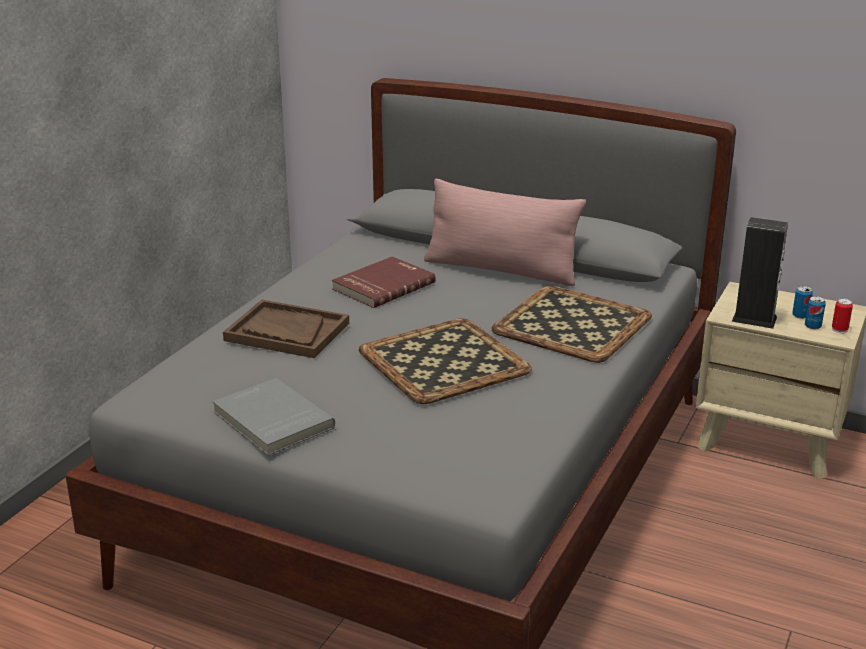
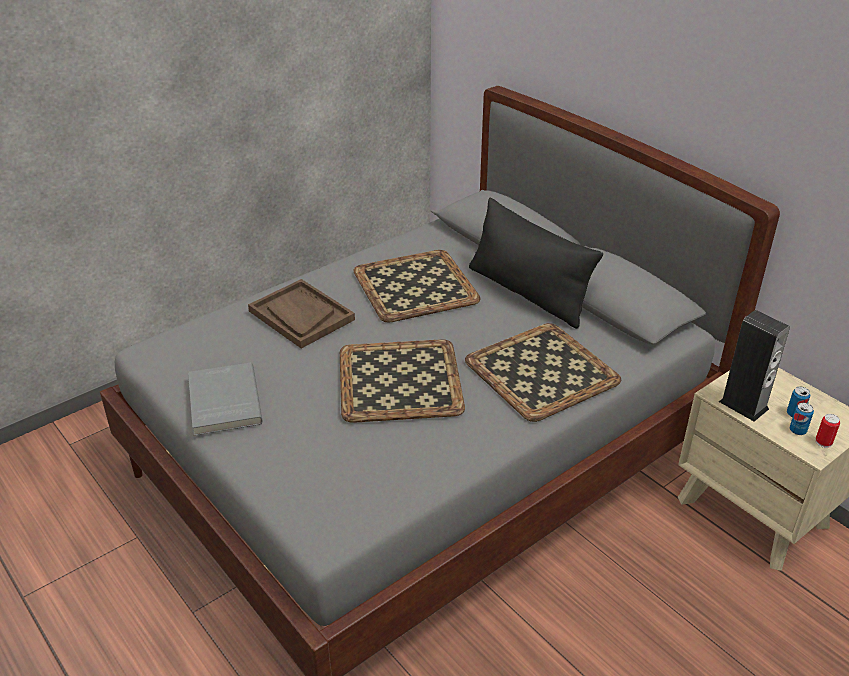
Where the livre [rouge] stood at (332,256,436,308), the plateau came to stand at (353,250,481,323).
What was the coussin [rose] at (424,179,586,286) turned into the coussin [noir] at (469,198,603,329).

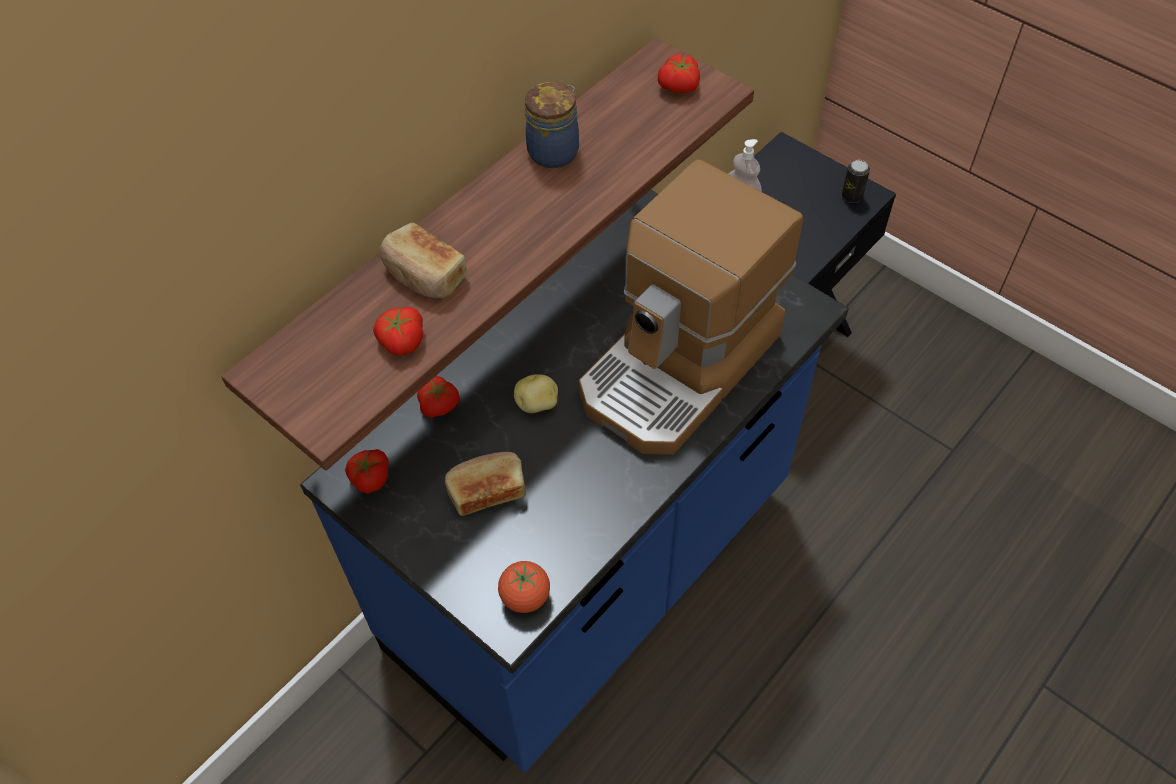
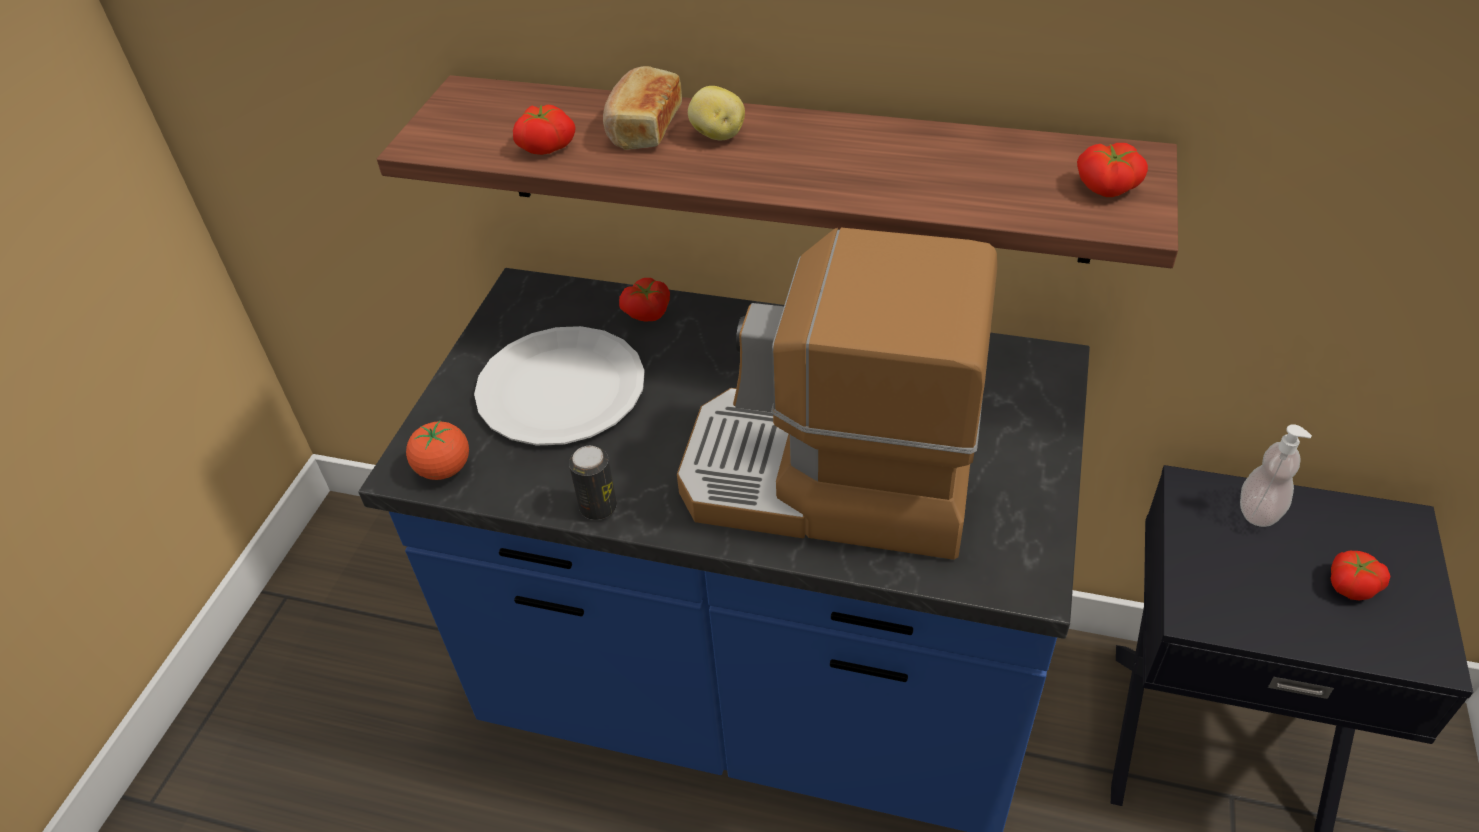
The tomate ended up elsewhere, having gone from (345,449,389,494) to (1331,551,1390,600).
Where the pain stood at (445,452,526,516), the assiette [blanc] came to stand at (474,326,645,445).
The pomme de terre ended up elsewhere, having gone from (514,374,558,413) to (688,86,745,140).
The second view lost the bocal at (525,82,579,168).
The boîte métallique ended up elsewhere, having gone from (842,160,870,203) to (569,446,617,520).

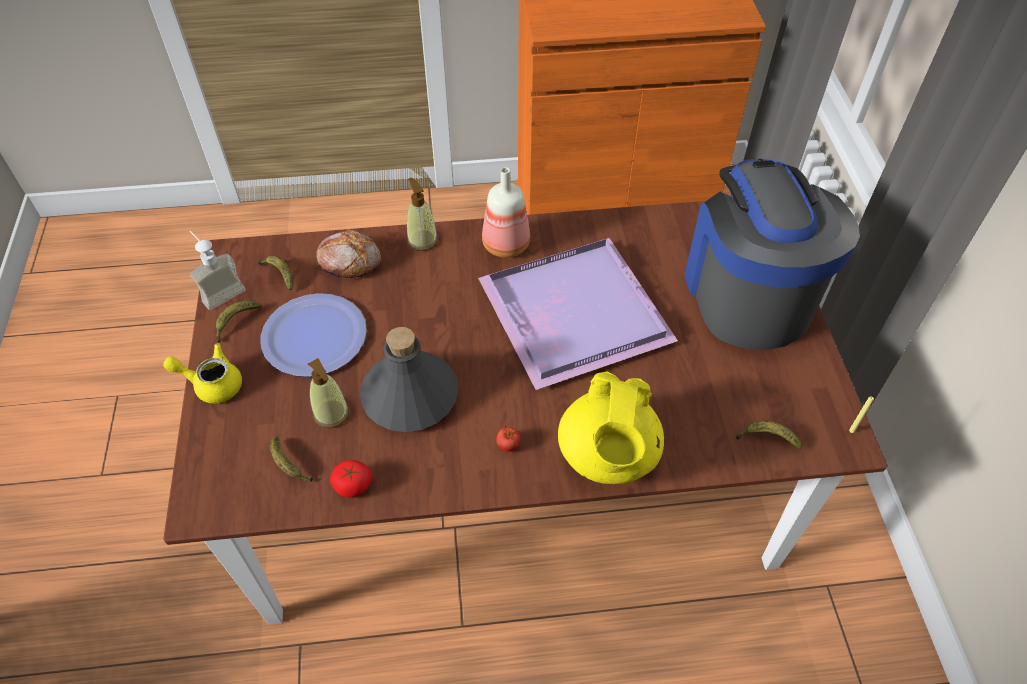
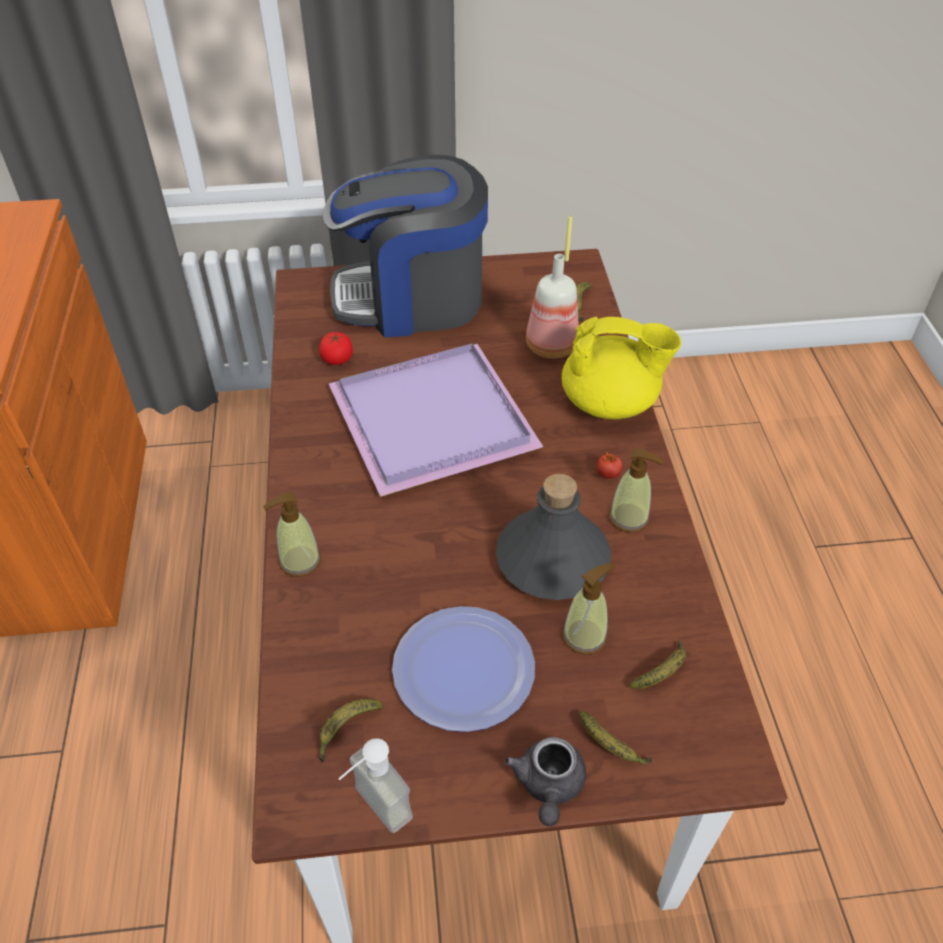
What was the théière [jaune] at (163,343,242,404) turned into the théière [gris] at (504,737,586,826).
The banane ended up elsewhere, having gone from (216,300,262,342) to (580,711,651,765).
The second view lost the pain at (316,230,381,278).
The tomate ended up elsewhere, having gone from (330,460,372,498) to (319,332,353,365).
The bouteille ended up elsewhere, having gone from (482,167,530,258) to (526,254,579,359).
The second view gained the distributeur de savon at (609,448,664,533).

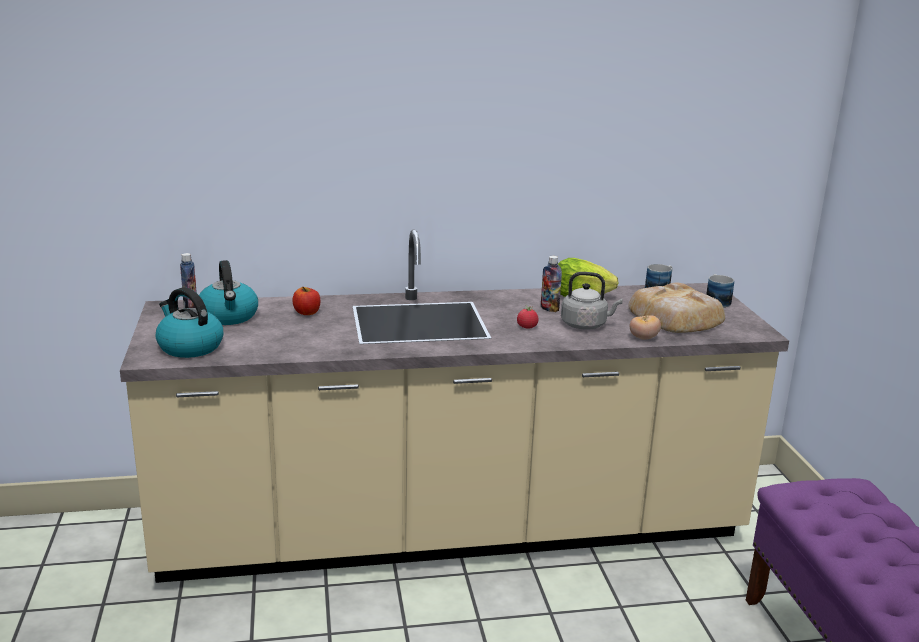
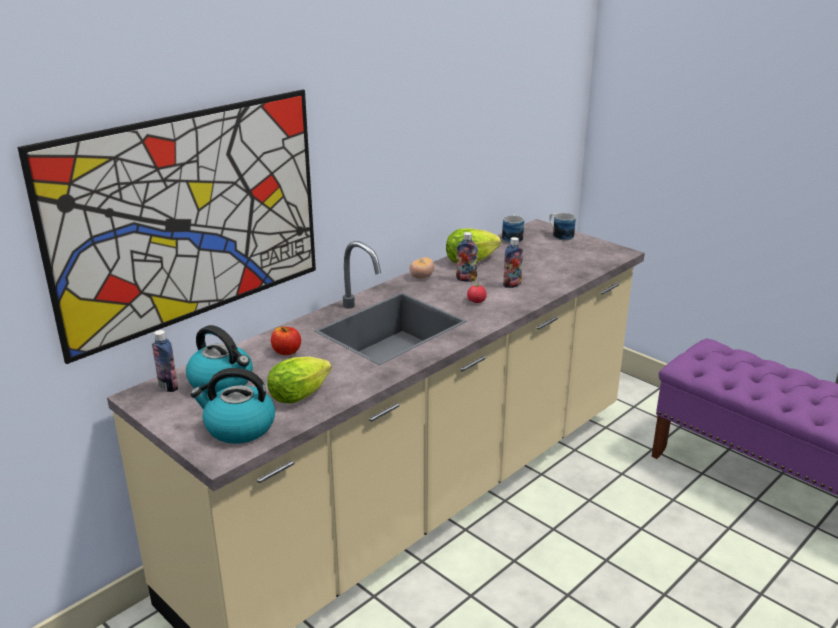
Where the bouilloire [gris] stood at (561,272,623,329), the bouteille came to stand at (503,237,523,288).
The second view lost the pain at (628,283,725,333).
The tomate ended up elsewhere, having gone from (630,315,661,340) to (410,257,434,279).
The second view gained the tableau at (17,90,316,364).
The second view gained the laitue at (267,357,332,403).

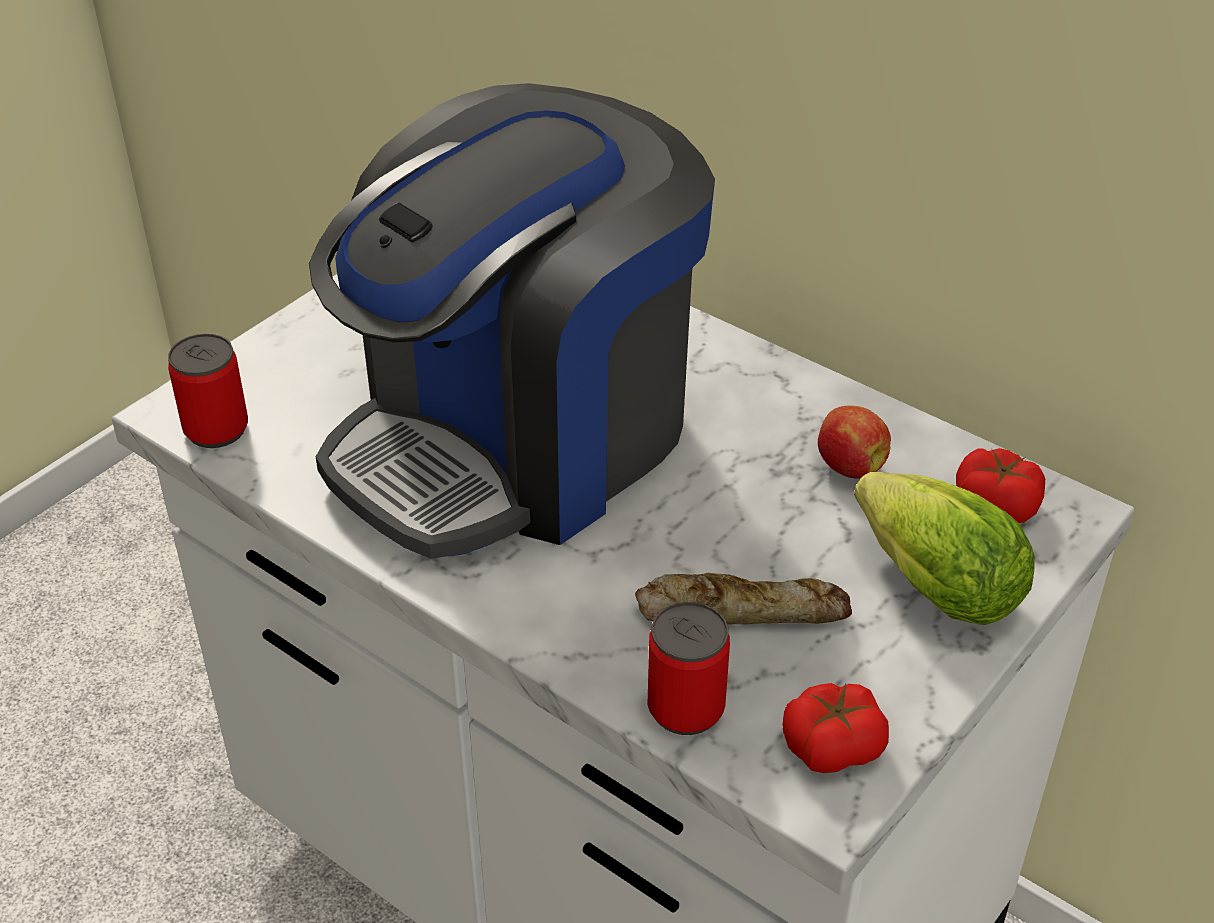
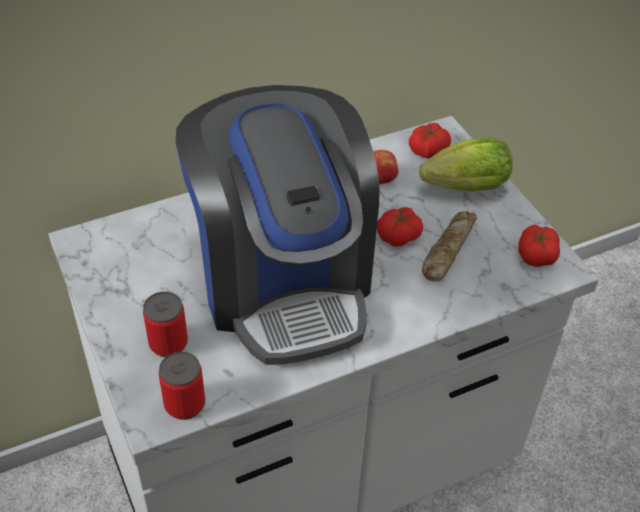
The boîte métallique ended up elsewhere, having gone from (648,602,730,735) to (143,292,188,357).
The second view gained the tomate at (377,207,423,247).

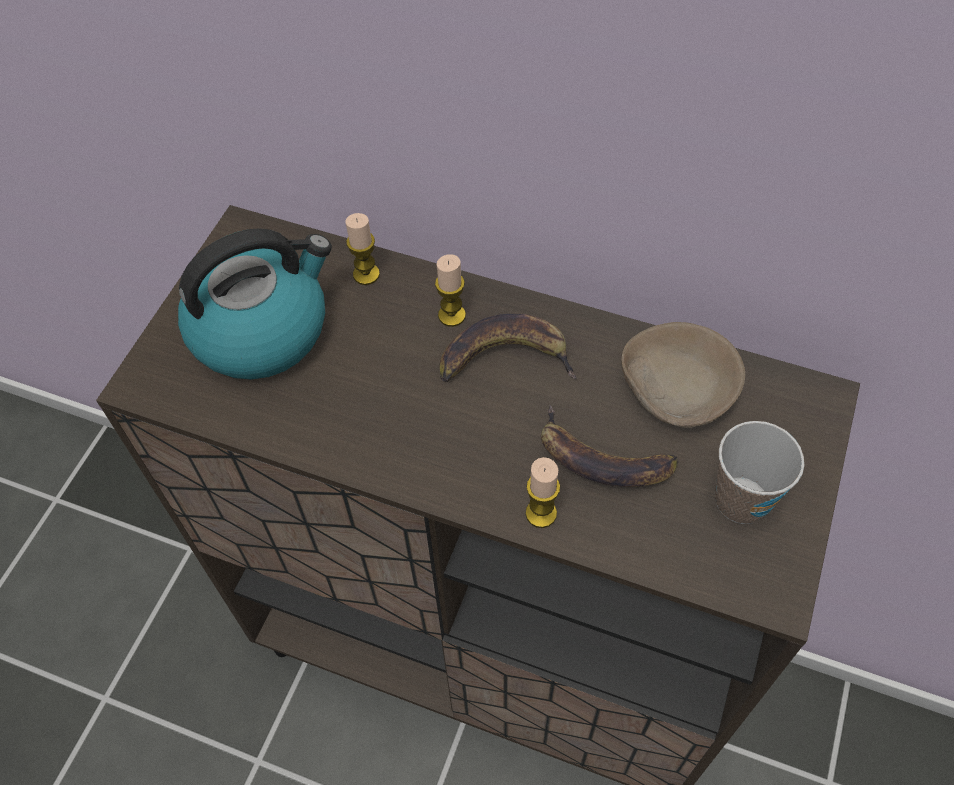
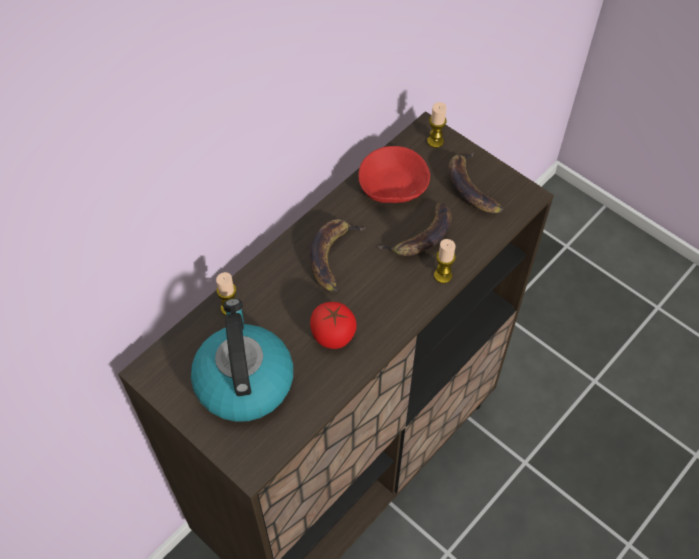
The bougie ended up elsewhere, having gone from (435,254,466,327) to (427,102,447,148).
What was the bol [beige] at (621,322,745,428) turned into the bol [rouge] at (358,146,430,203).
Where the tasse stood at (715,421,805,524), the banane came to stand at (448,152,503,213).
The second view gained the tomate at (310,302,357,349).

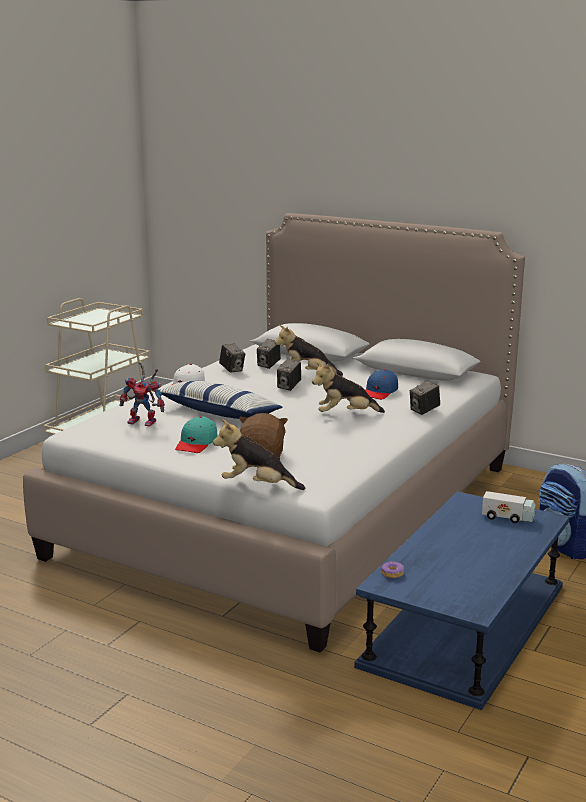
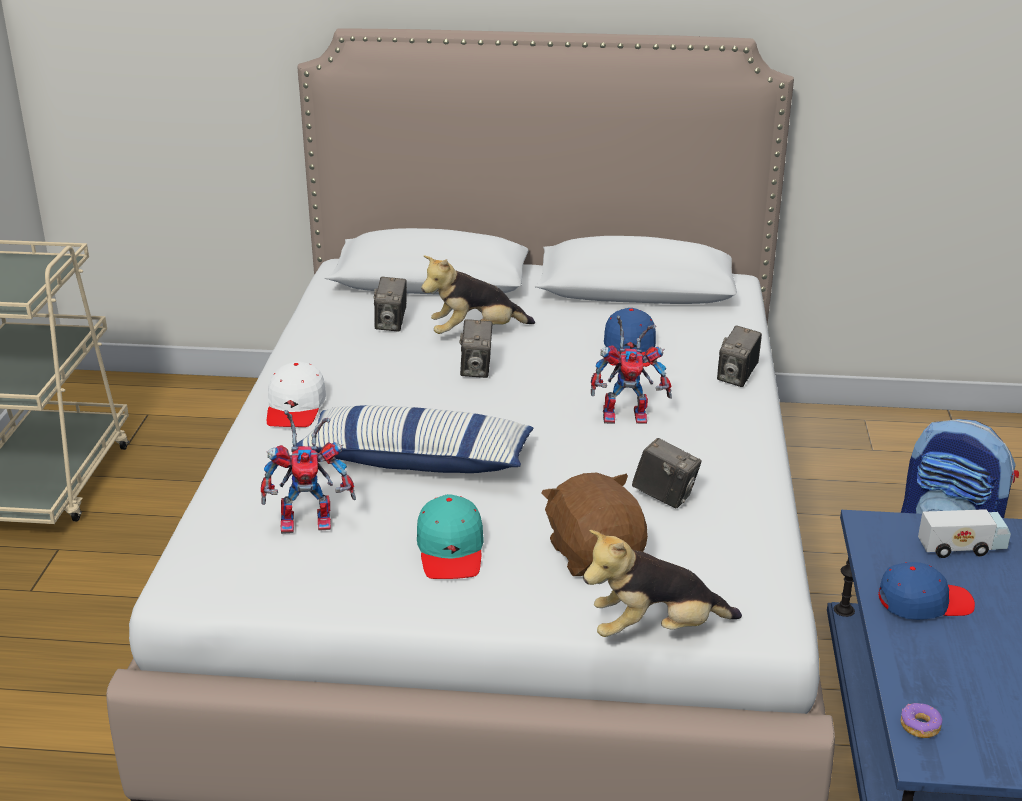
The appareil photo ended up elsewhere, having gone from (219,344,245,373) to (632,438,702,508).
Where the peluche stood at (312,362,385,413), the robot jouet came to stand at (591,315,672,424).
The second view gained the casquette [bleu] at (878,562,975,620).

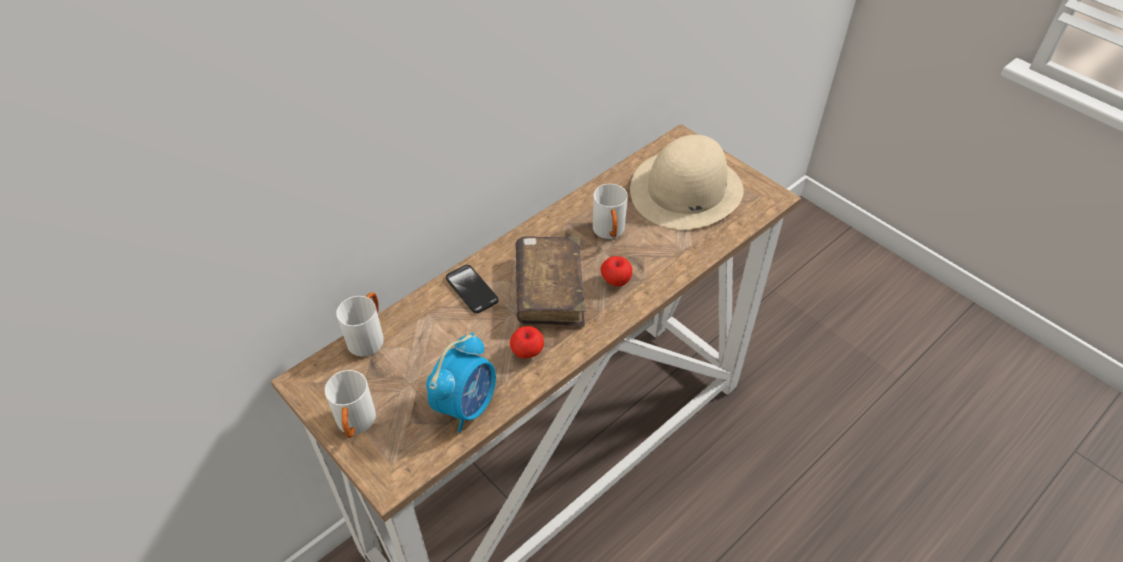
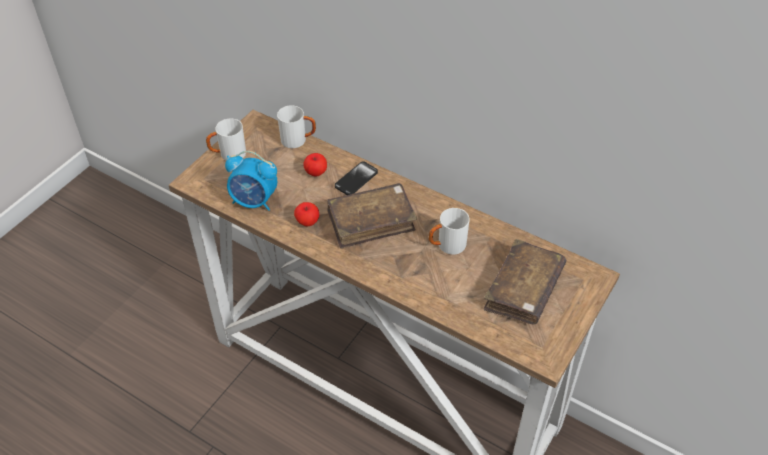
The pomme ended up elsewhere, having gone from (601,256,632,287) to (303,153,327,177).
Where the chapeau [beige] stood at (630,135,744,229), the livre [marron] came to stand at (484,239,567,325).

